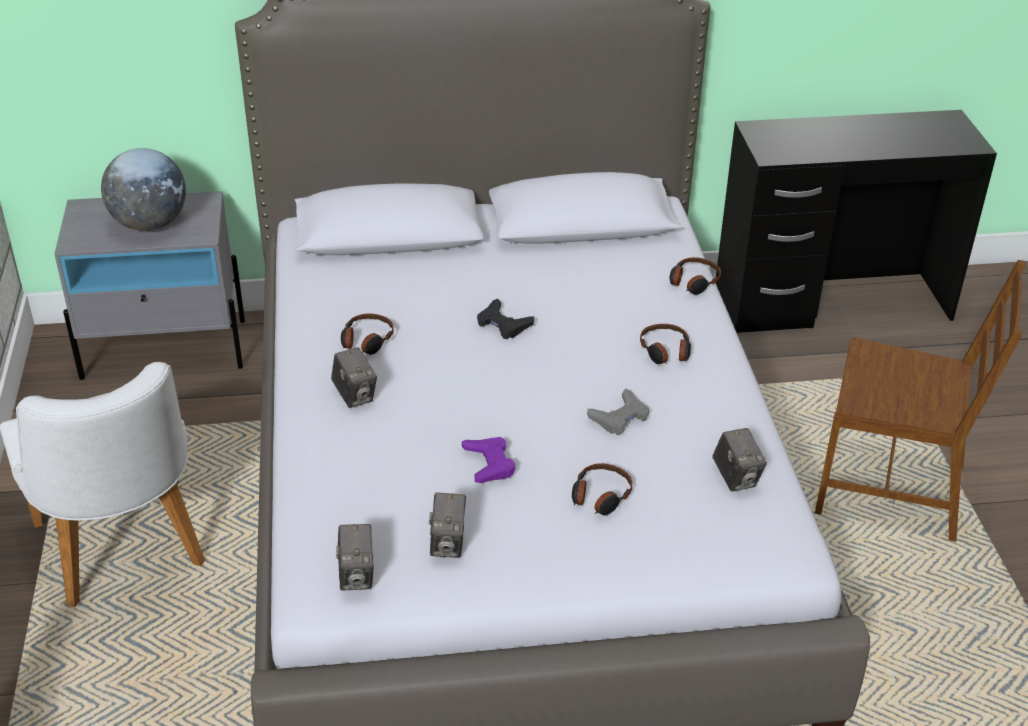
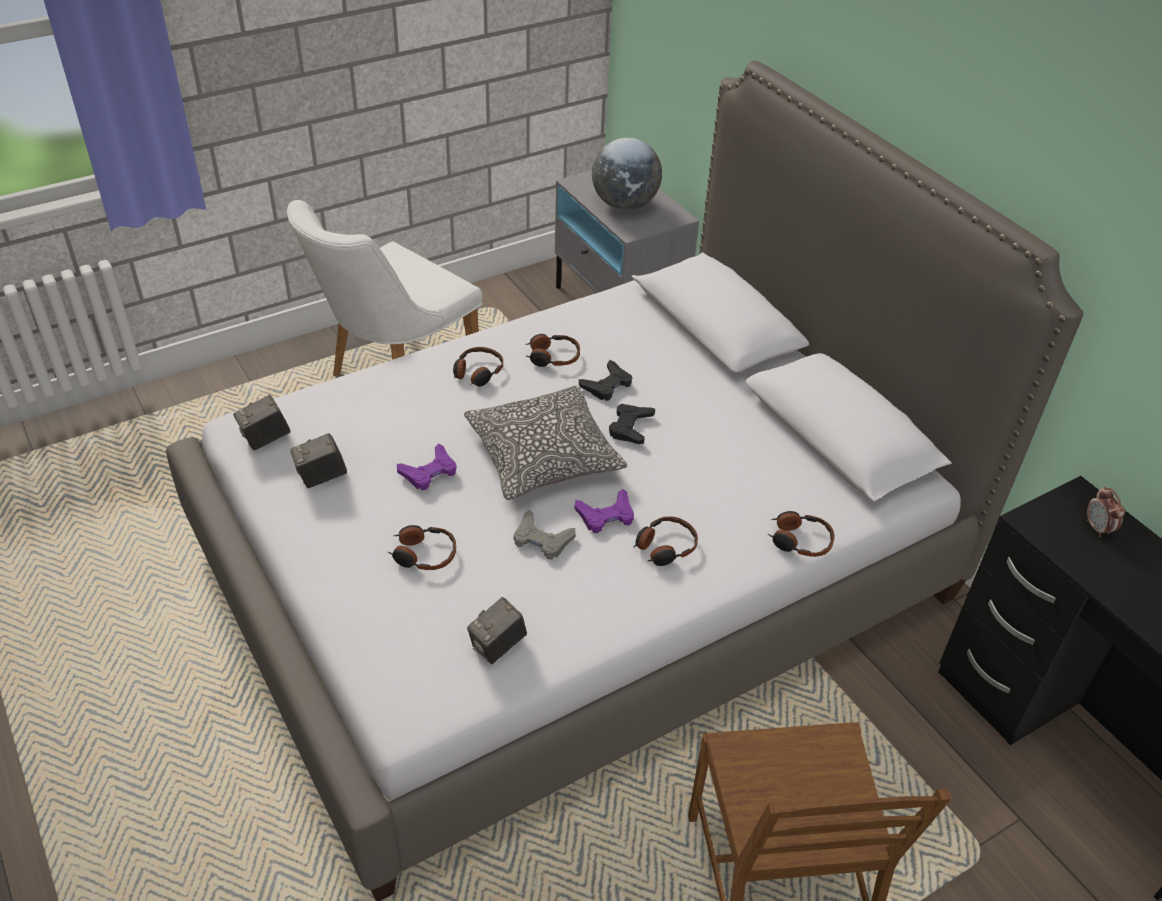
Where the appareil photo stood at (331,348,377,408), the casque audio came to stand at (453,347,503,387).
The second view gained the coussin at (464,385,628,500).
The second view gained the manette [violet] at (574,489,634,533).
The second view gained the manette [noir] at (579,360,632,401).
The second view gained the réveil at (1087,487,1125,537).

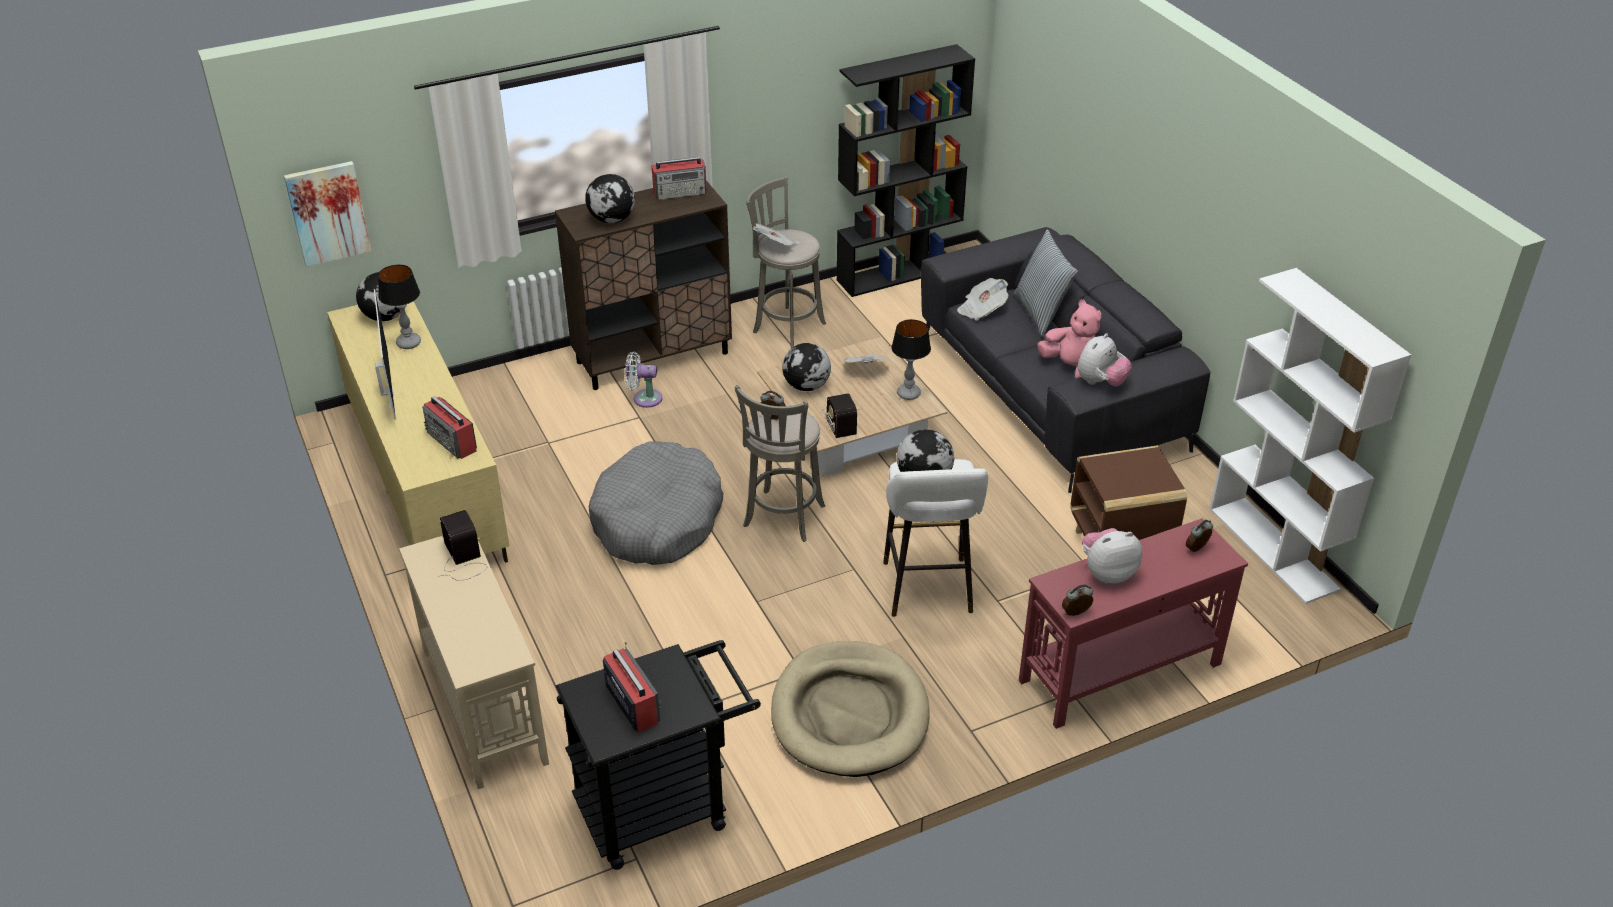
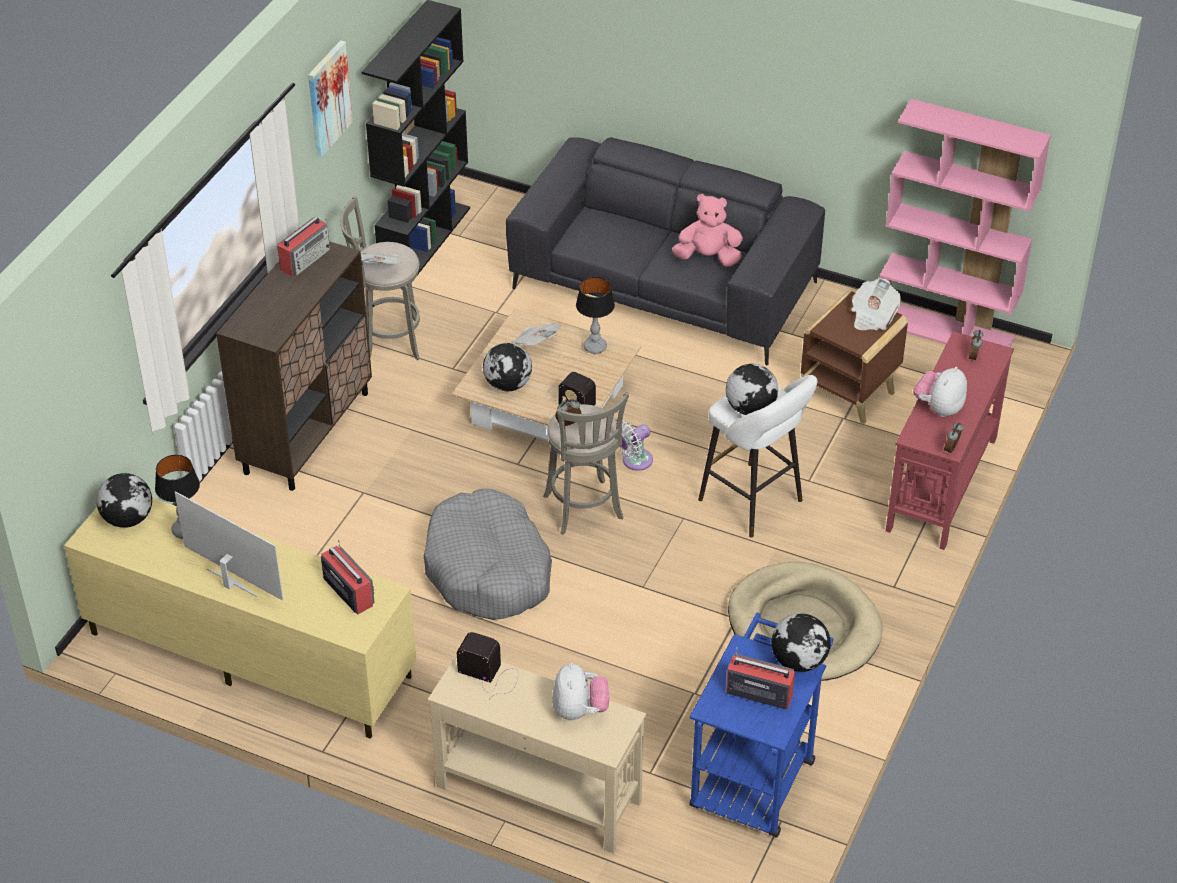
The tableau ended up elsewhere, having gone from (284,161,372,267) to (308,40,353,157).
The radio at (422,396,477,459) ended up facing another way, 135 degrees counterclockwise from before.
What was the chariot [noir] at (556,640,761,870) turned into the chariot [bleu] at (689,613,833,838).
The globe ended up elsewhere, having gone from (585,174,635,223) to (771,613,831,672).
The ventilateur [blanc] ended up elsewhere, having gone from (625,352,662,408) to (619,421,653,471).
The journal ended up elsewhere, having gone from (957,278,1008,321) to (851,278,902,330).
The second view lost the coussin at (1014,230,1078,337).
The peluche ended up elsewhere, having gone from (1077,333,1132,386) to (552,662,609,720).
What was the bibliothèque [blanc] at (1209,268,1411,604) turned into the bibliothèque [rose] at (880,99,1051,347).

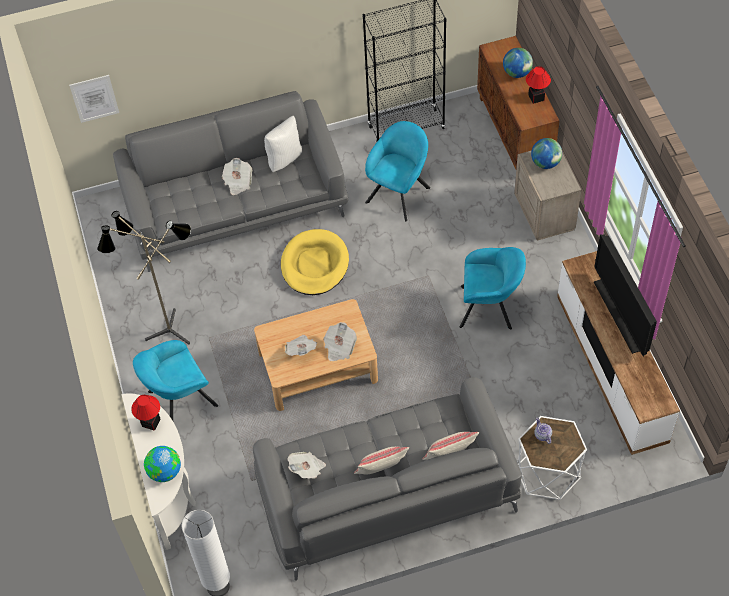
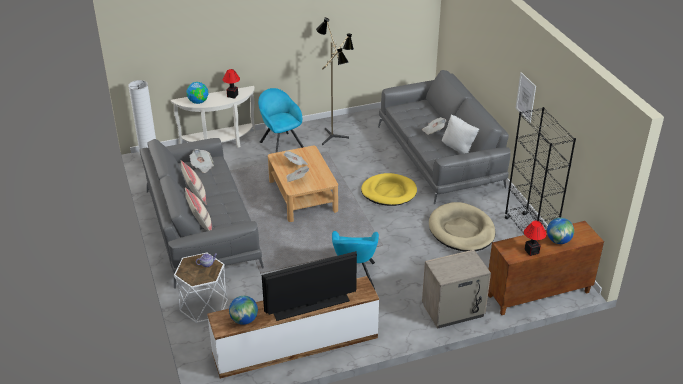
The tableau ended up elsewhere, having gone from (69,75,119,123) to (516,72,536,123).
Where the fauteuil [turquoise] stood at (365,121,430,221), the panier pour chien [beige] came to stand at (429,202,496,252).
The globe ended up elsewhere, having gone from (531,138,562,169) to (229,296,258,325).

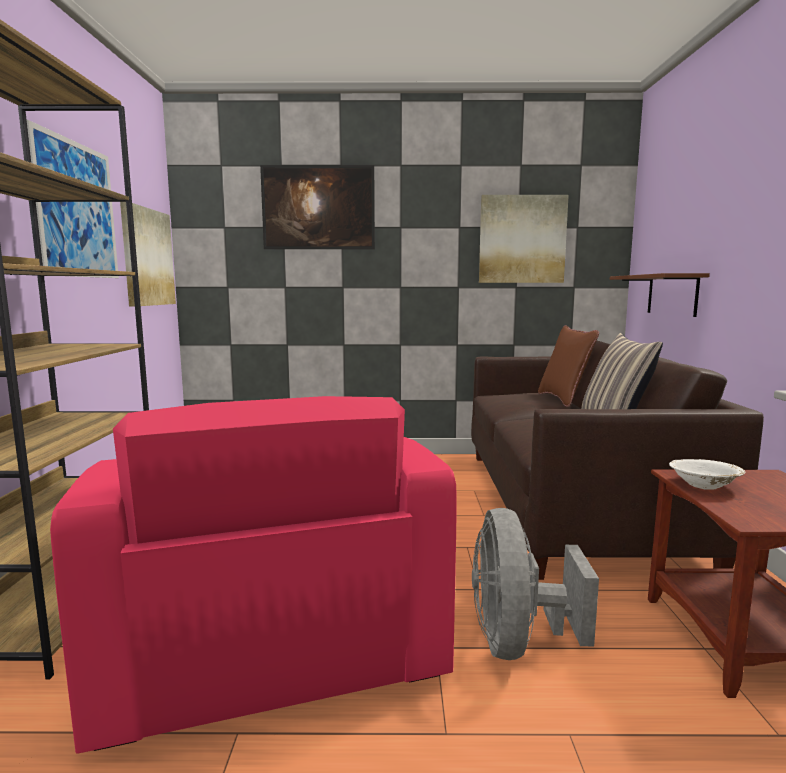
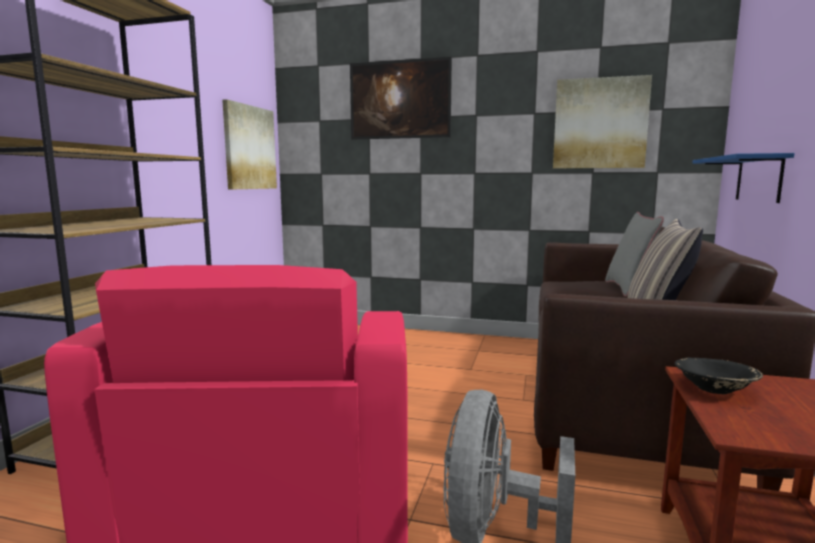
The second view lost the tableau at (27,120,119,278).
What was the coussin [marron] at (538,325,599,407) turned into the coussin [gris] at (605,212,664,296).
What was the étagère [marron] at (610,273,710,317) turned into the étagère [bleu] at (692,153,795,203).
What was the bol [blanc] at (669,459,745,490) turned into the bol [noir] at (675,357,763,394).

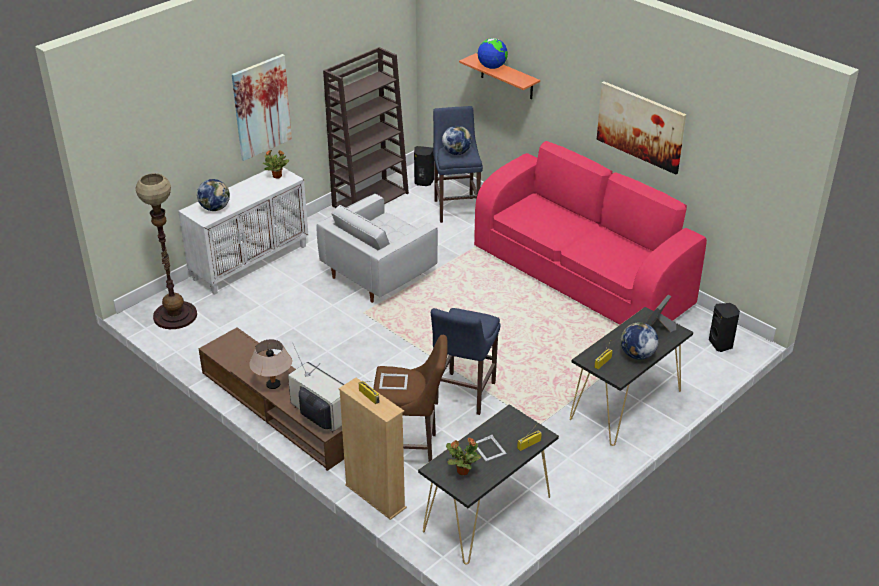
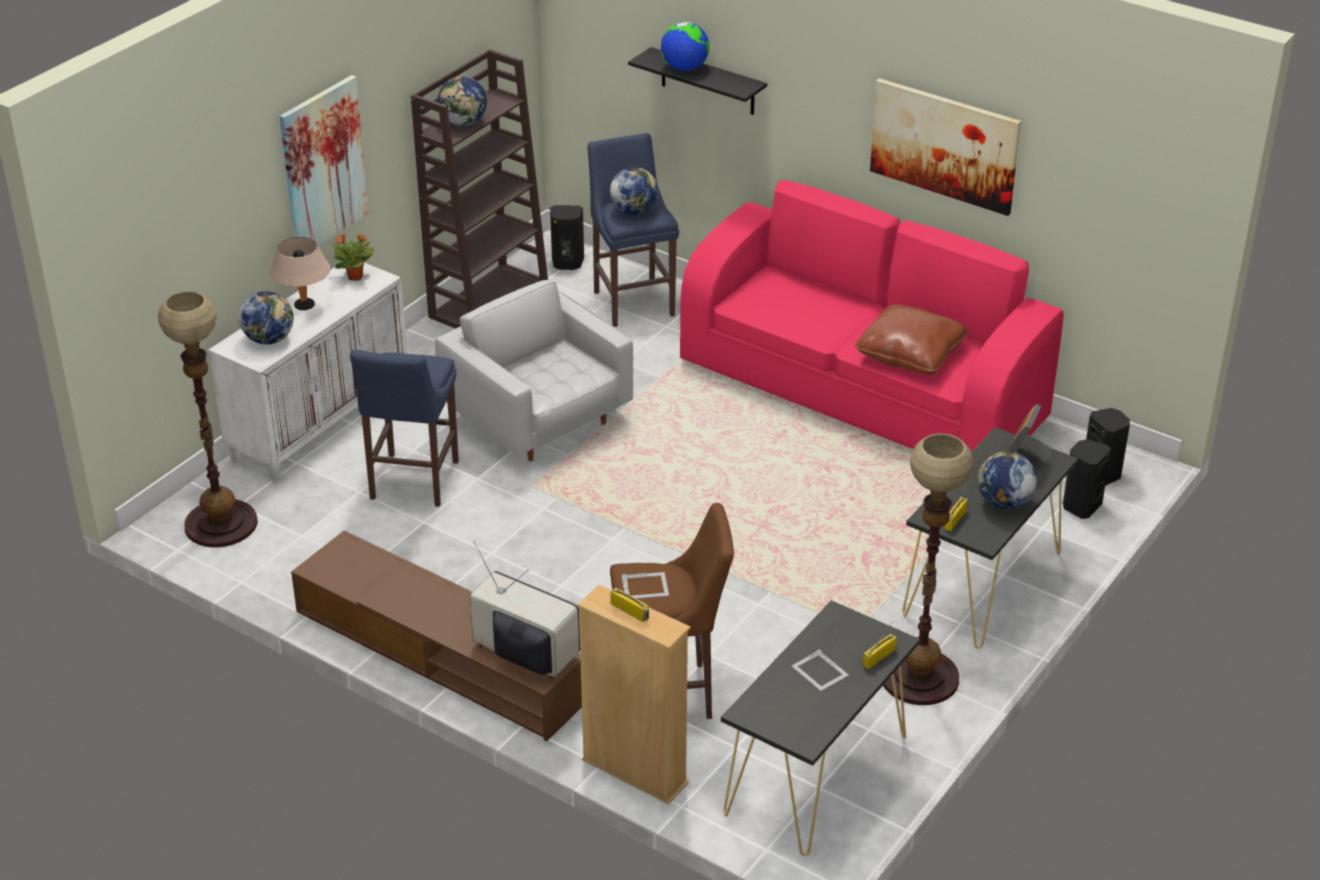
The lampe de table [beige] ended up elsewhere, having gone from (249,339,292,389) to (269,237,331,310).
The fauteuil [blanc] at (317,194,438,303) ended up facing another way, 105 degrees clockwise from before.
The tabouret [bleu] ended up elsewhere, having gone from (431,308,501,415) to (350,349,459,507).
The second view lost the plante en pot at (446,438,481,475).
What was the étagère [orange] at (459,53,540,99) turned into the étagère [noir] at (628,47,767,115).
The second view gained the globe at (438,76,487,126).
The second view gained the coussin [marron] at (855,304,968,375).
The second view gained the lampadaire at (883,433,974,705).
The second view gained the enceinte [noir] at (1063,439,1111,519).

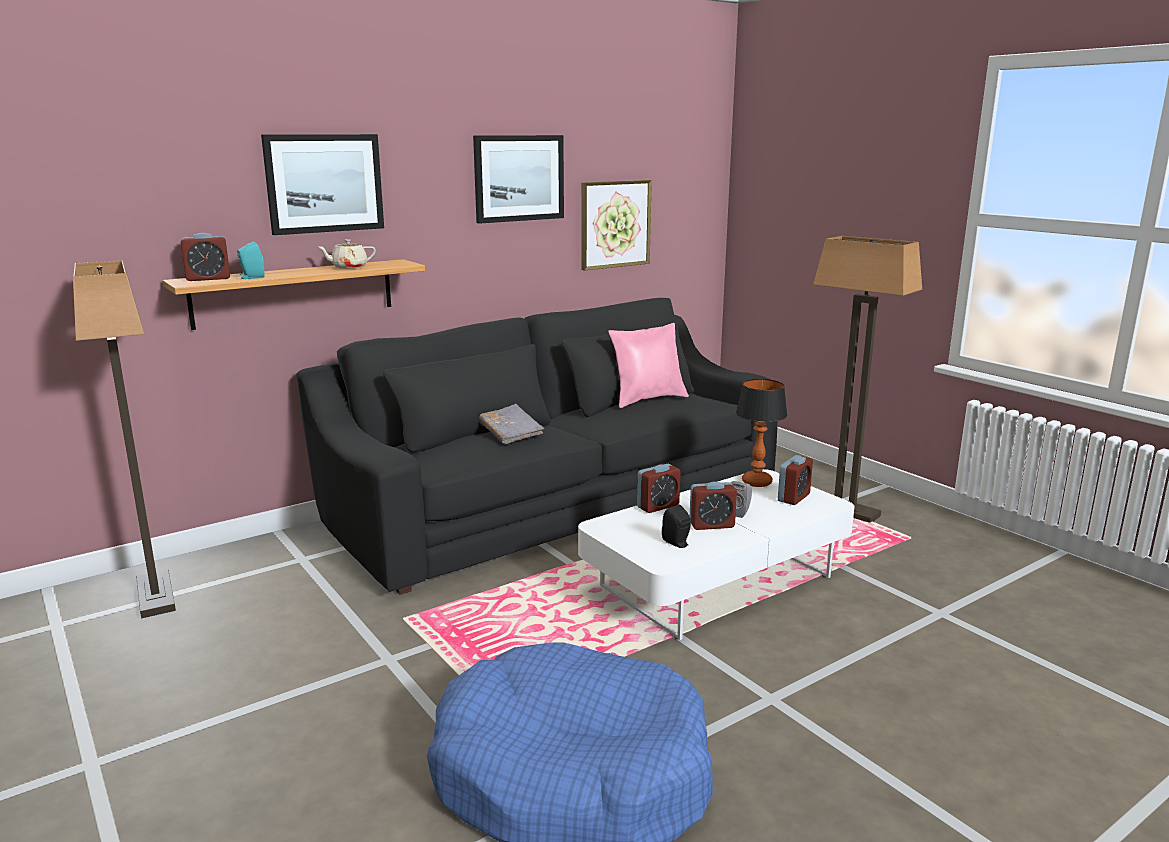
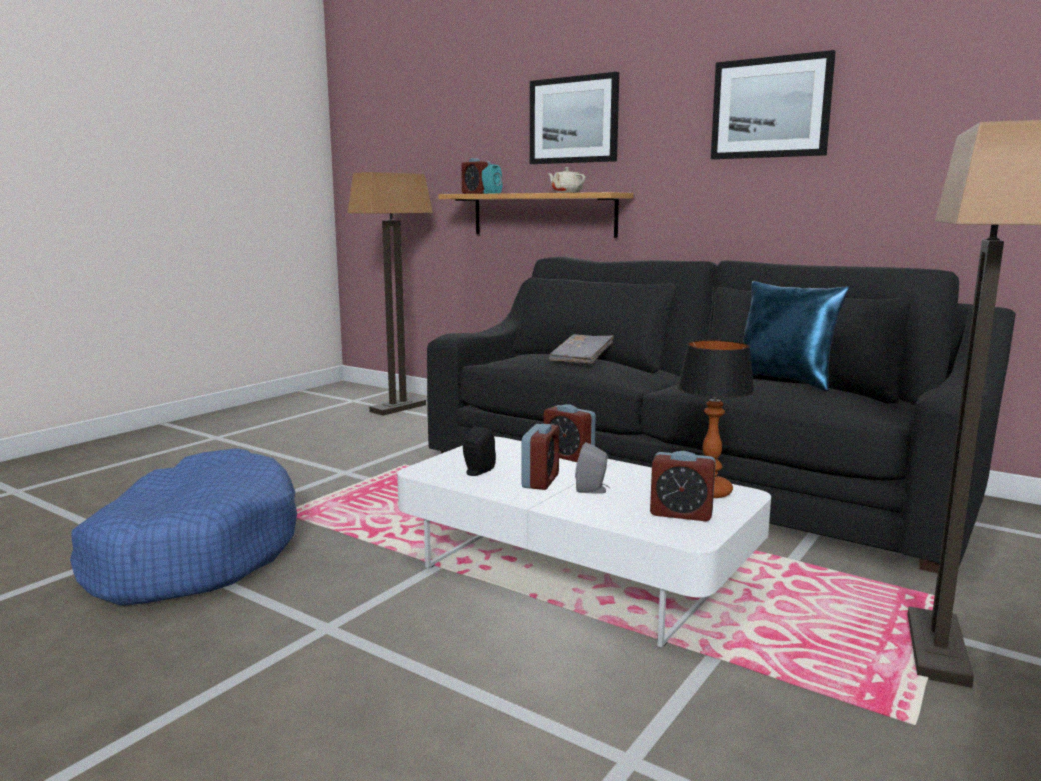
The second view lost the tableau at (581,180,652,271).
What was the coussin [rose] at (608,323,689,408) turned into the coussin [bleu] at (743,281,849,392).
The réveil at (690,482,737,530) ended up facing another way, 135 degrees counterclockwise from before.

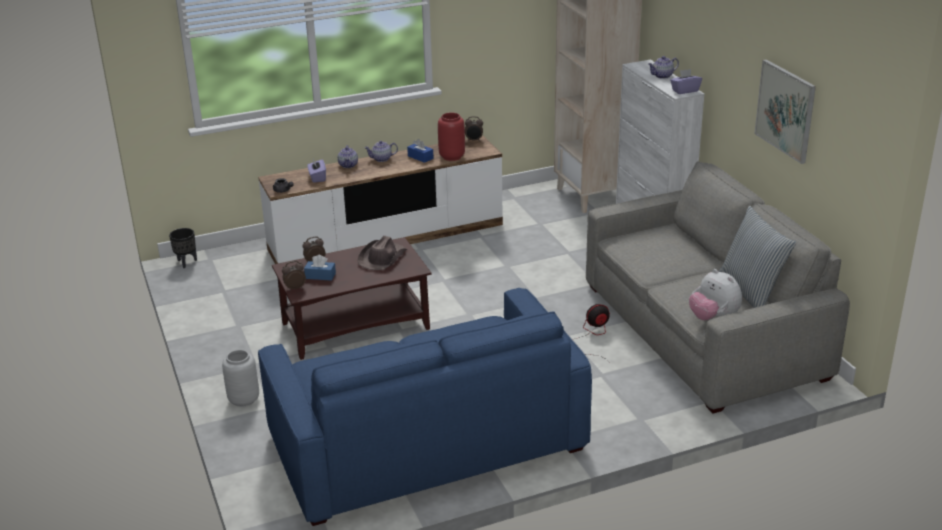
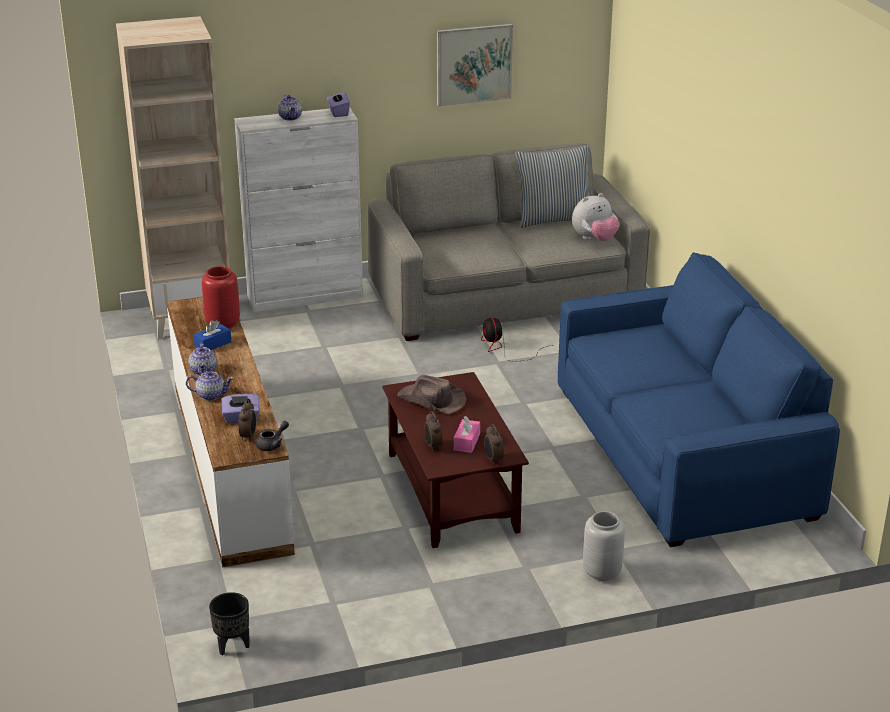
What was the boîte à mouchoirs [bleu] at (304,255,336,281) turned into the boîte à mouchoirs [rose] at (454,416,480,453).
The réveil ended up elsewhere, having gone from (465,116,483,141) to (238,400,256,441).

